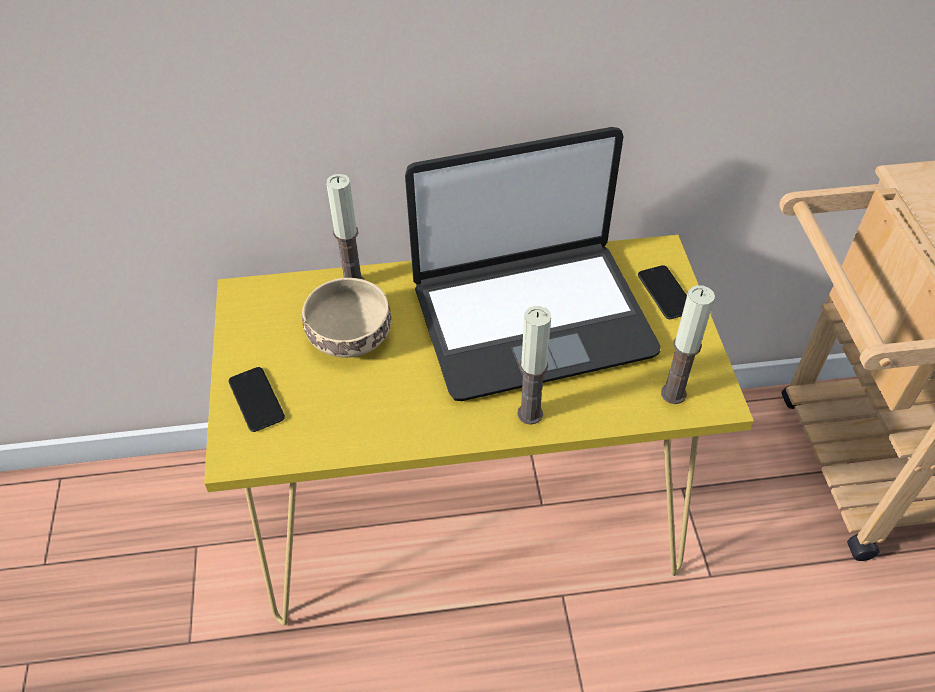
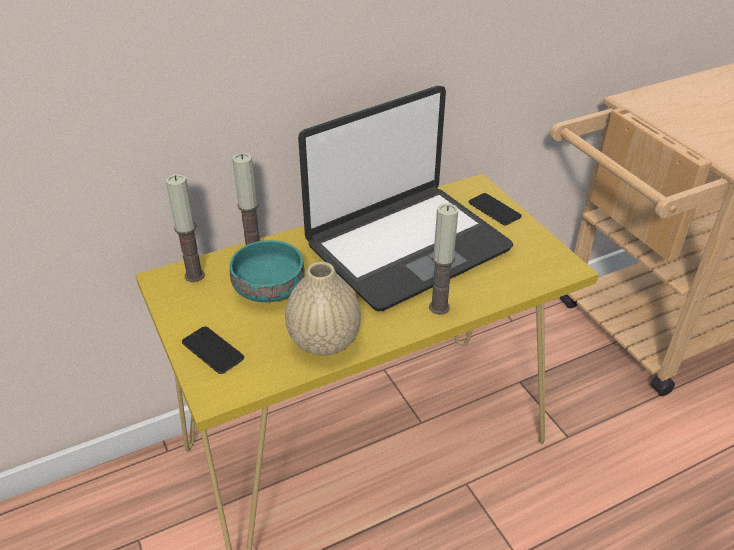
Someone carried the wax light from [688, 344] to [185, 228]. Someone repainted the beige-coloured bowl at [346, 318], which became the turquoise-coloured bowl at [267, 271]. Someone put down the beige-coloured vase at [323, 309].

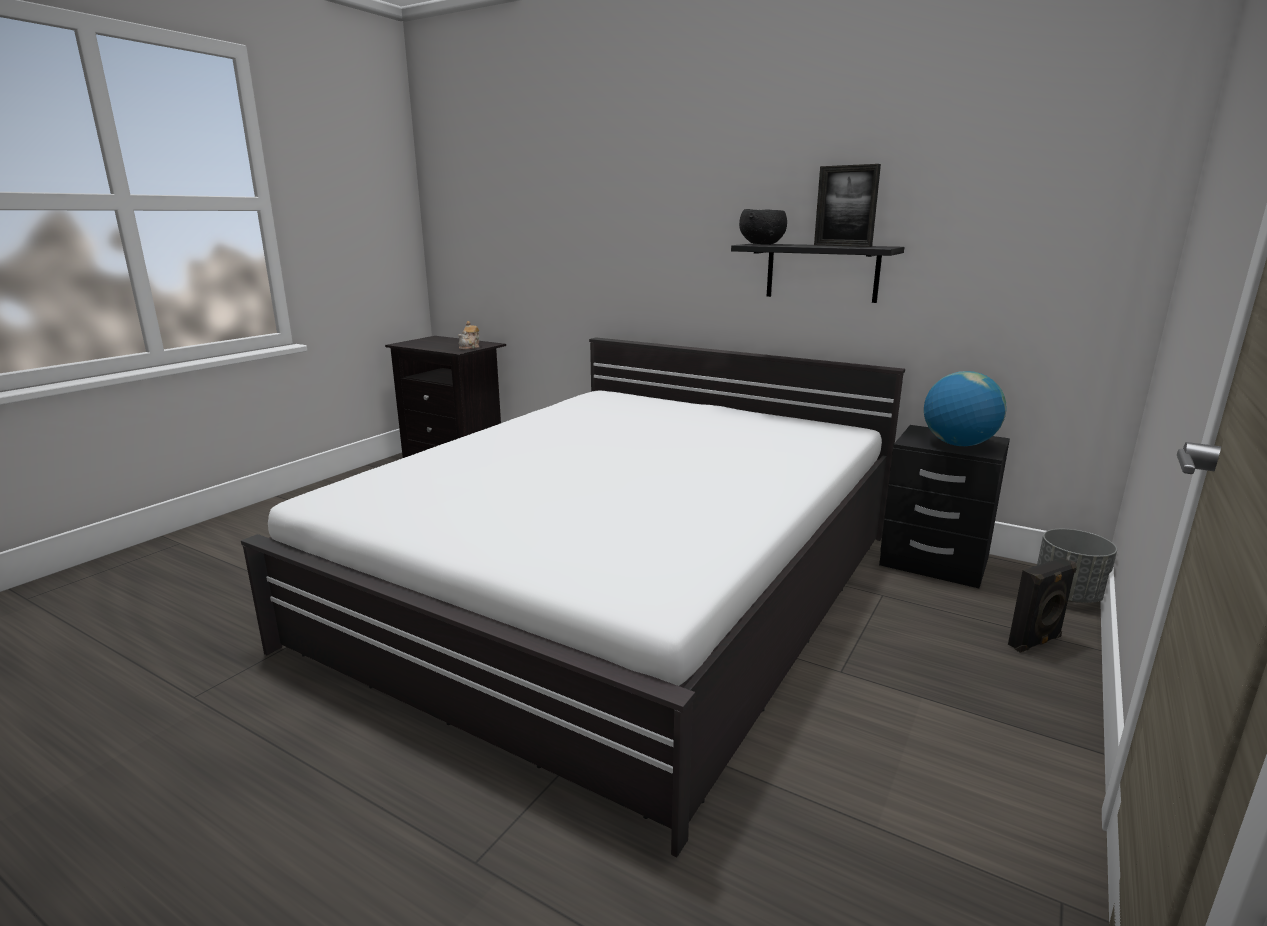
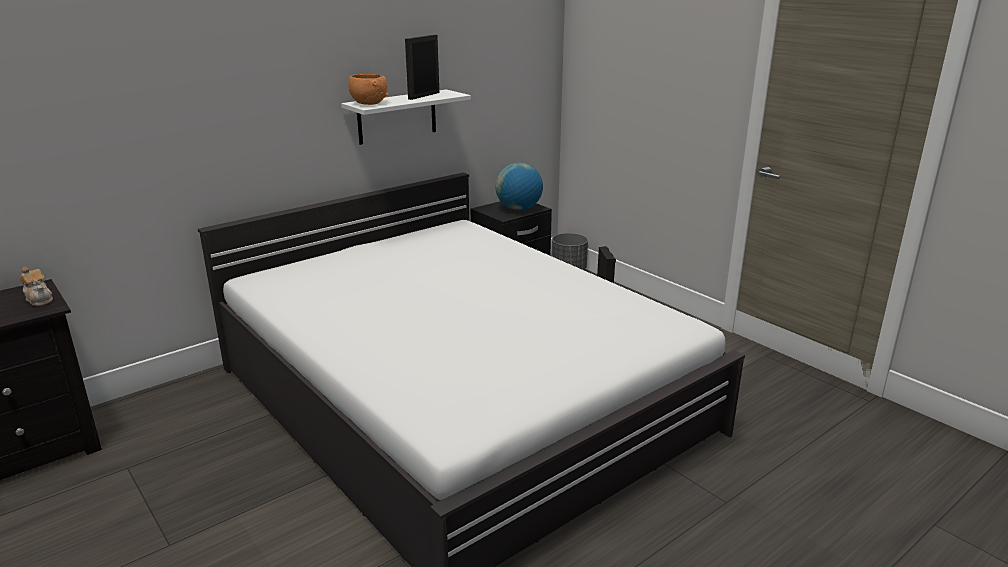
Someone repainted the black-coloured wall shelf at [817, 273], which became the white wall shelf at [406, 117]. Someone repainted the black-coloured bowl at [763, 227], which became the orange-coloured bowl at [368, 89]. Someone rotated the picture frame at [847, 205] by 150 degrees clockwise.

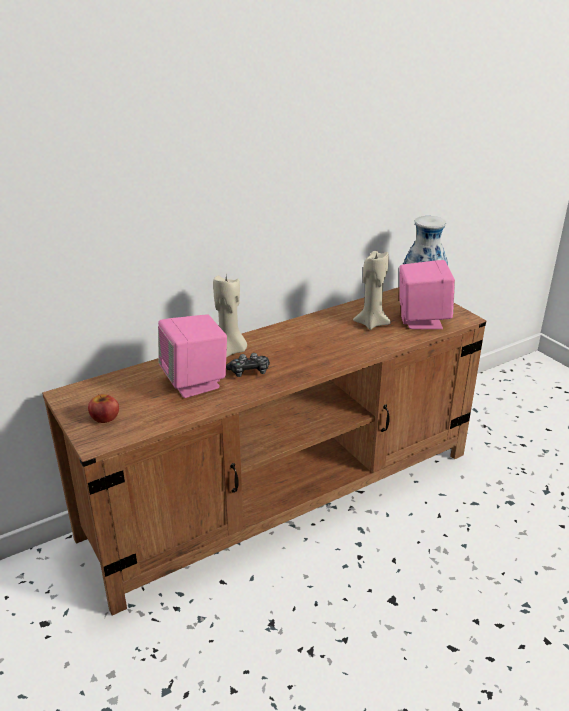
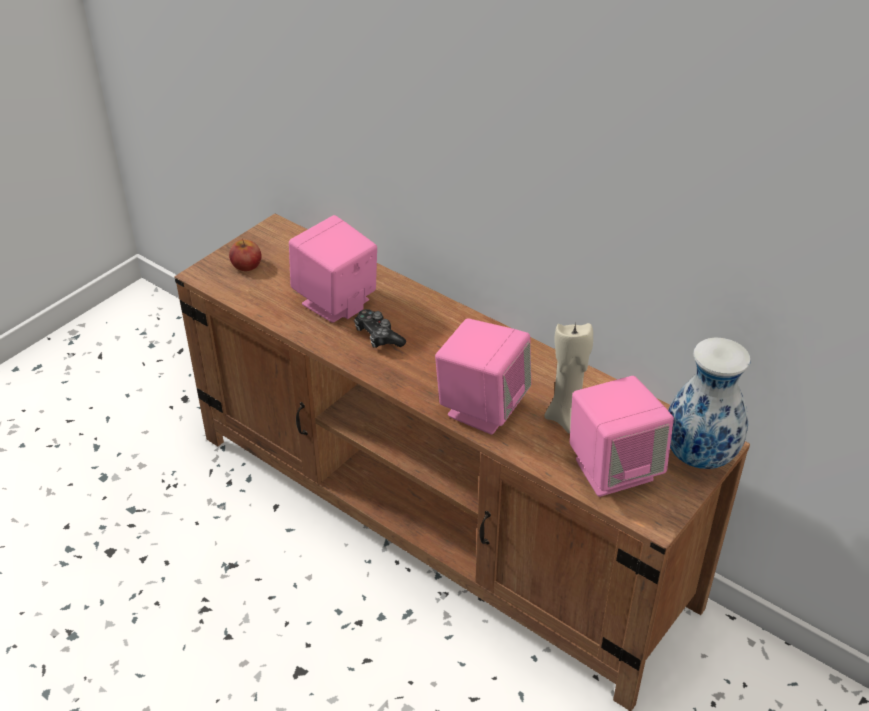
Someone put down the pinkish loudspeaker at [483, 377]. Someone took away the beige-coloured wax light at [230, 316].

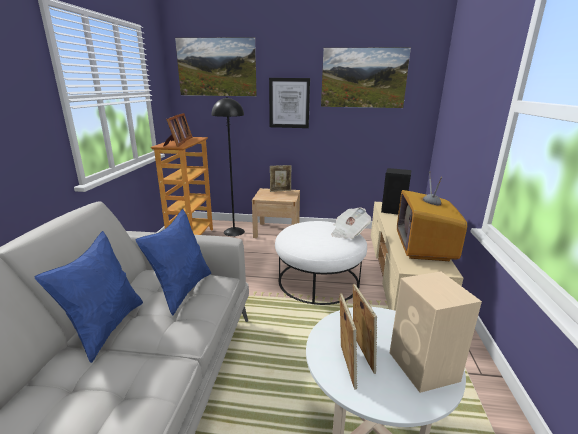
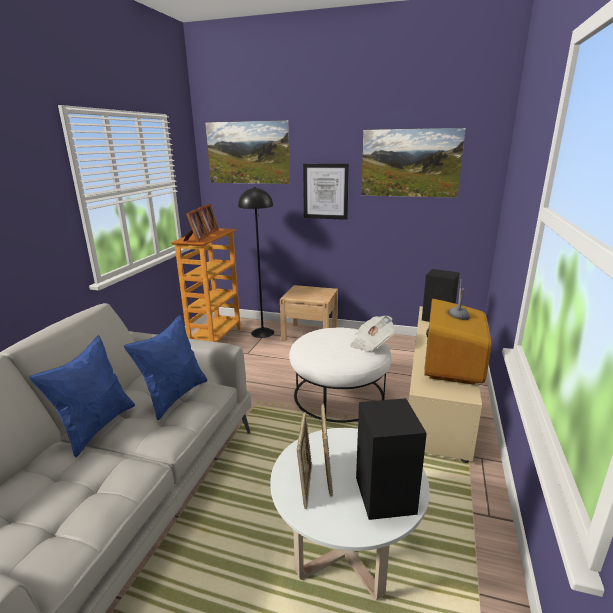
Someone repainted the beige-coloured loudspeaker at [436, 332], which became the black-coloured loudspeaker at [391, 459]. Someone took away the picture frame at [281, 178].

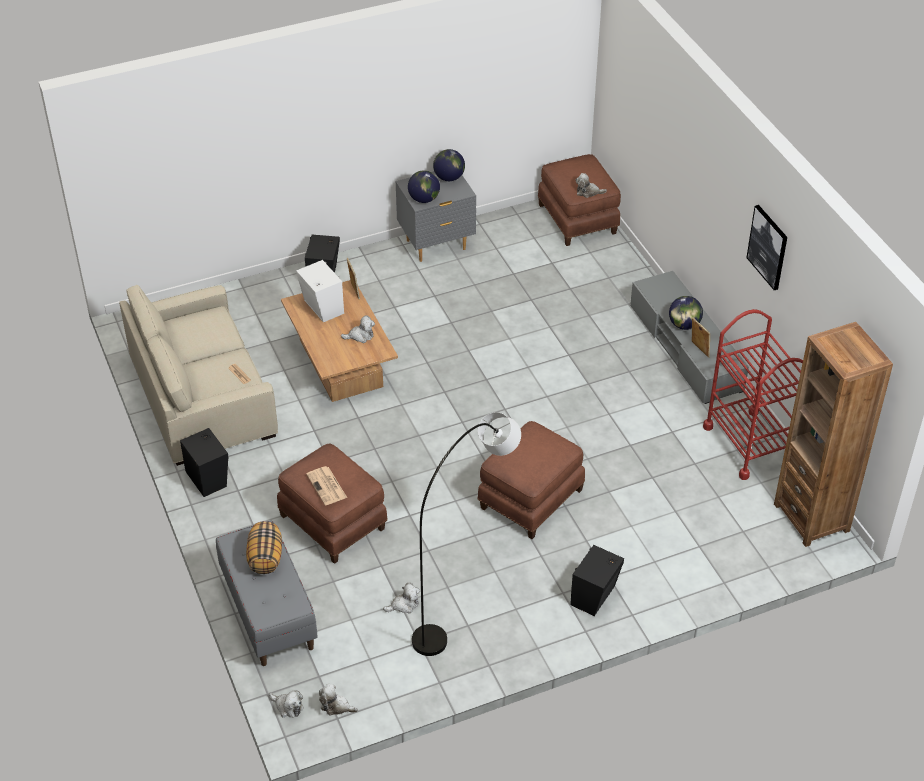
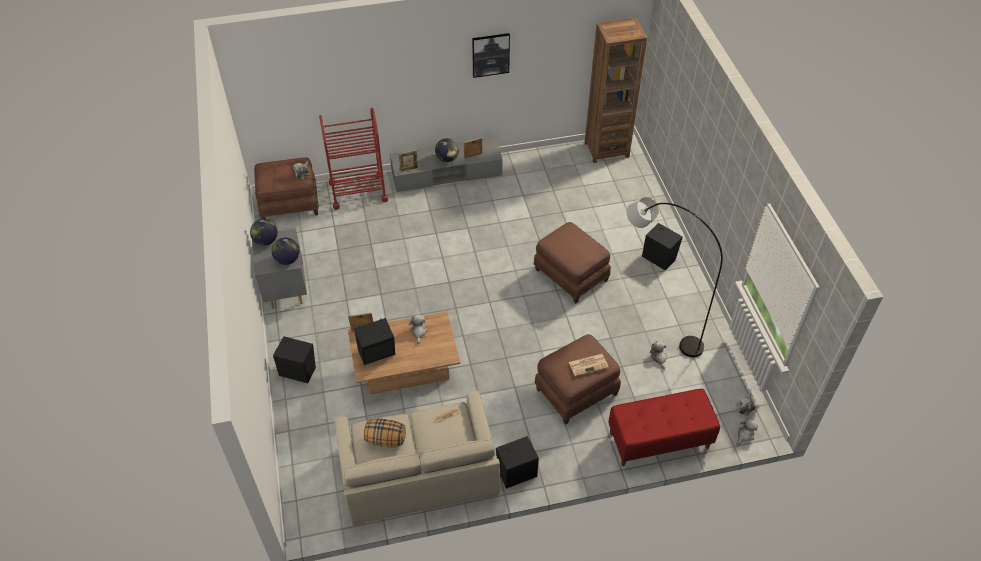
Someone carried the red-coloured cart from [753, 394] to [353, 158]. Someone repainted the white loudspeaker at [320, 291], which became the black-coloured loudspeaker at [374, 341]. Someone carried the pillow from [264, 547] to [385, 433]. Someone put down the picture frame at [408, 161]. Someone repainted the gray bench at [267, 593], which became the red-coloured bench at [664, 427].

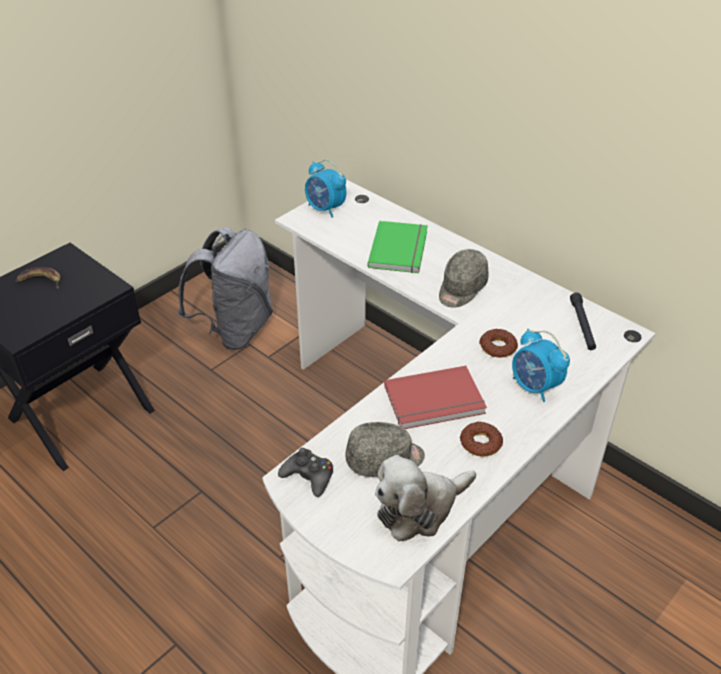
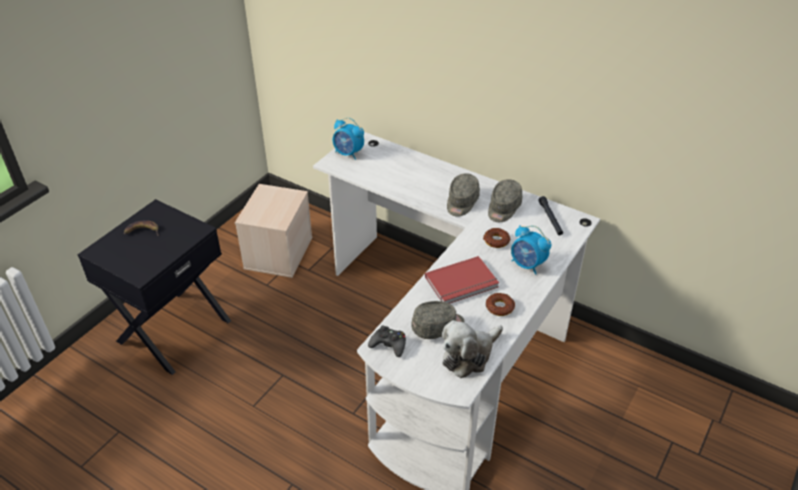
Someone swapped the gray rucksack at [225, 288] for the beige-coloured storage bin at [273, 231]. Someone put down the gray cap at [505, 200]. Someone took away the green book at [397, 247].

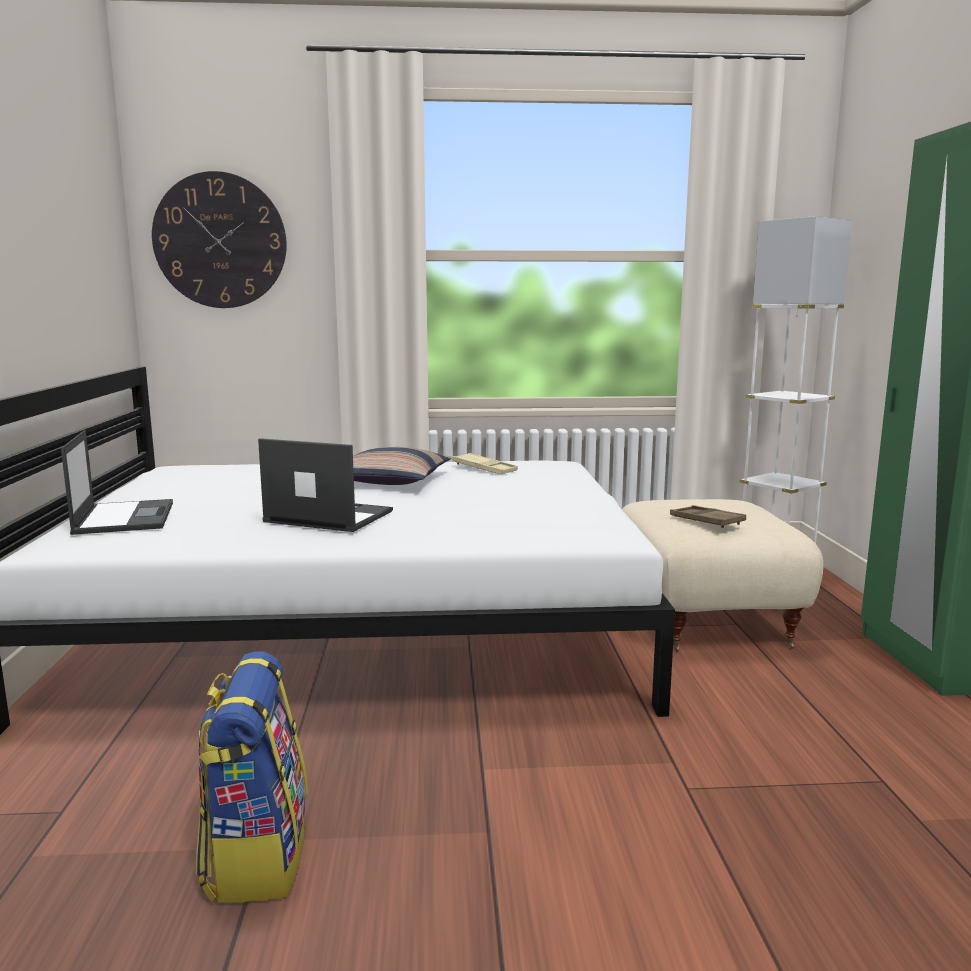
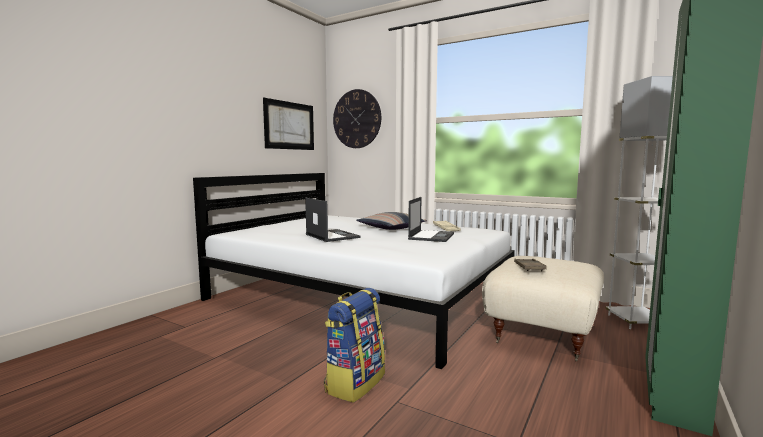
Someone put up the wall picture at [288, 124]. Someone carried the rucksack from [252, 777] to [354, 345]. Someone carried the portable computer from [117, 482] to [431, 219].

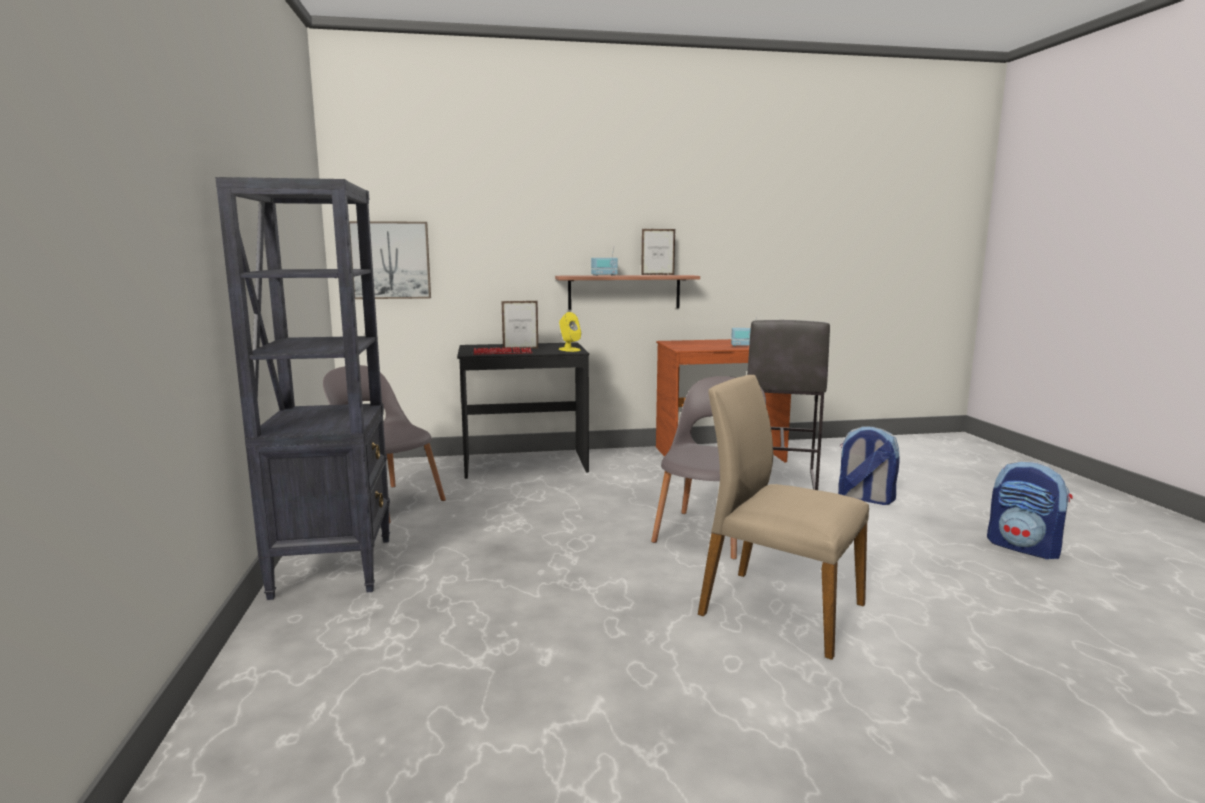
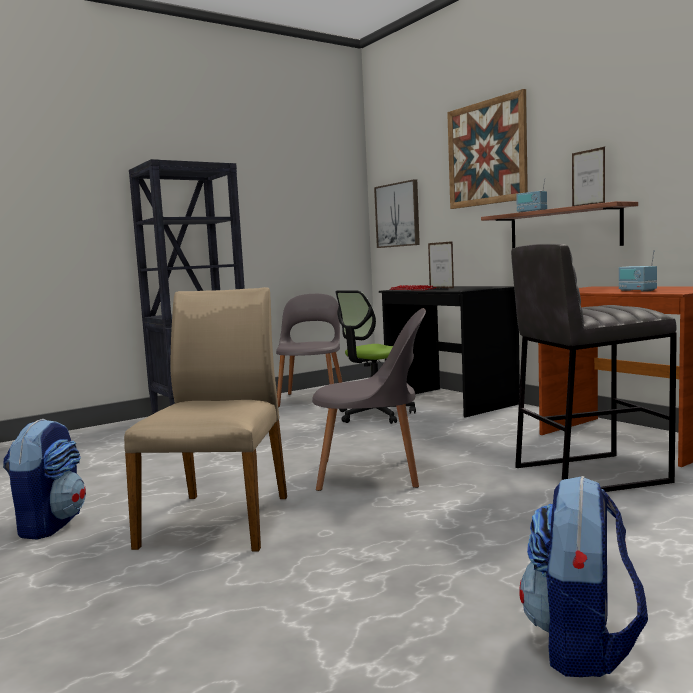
Someone carried the rucksack from [869, 466] to [44, 479]. Someone put down the desk chair at [376, 357]. Someone put up the wall picture at [487, 149]. Someone took away the yellow-coloured loudspeaker at [570, 332].

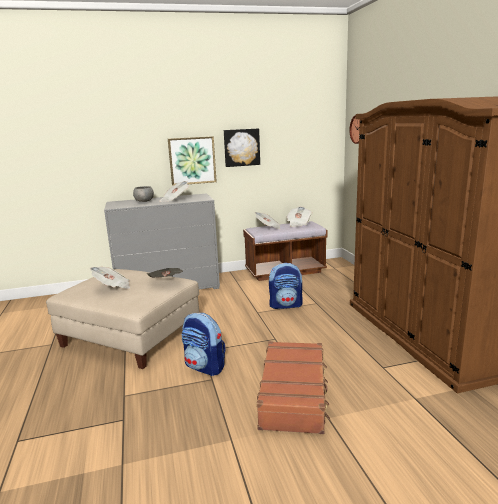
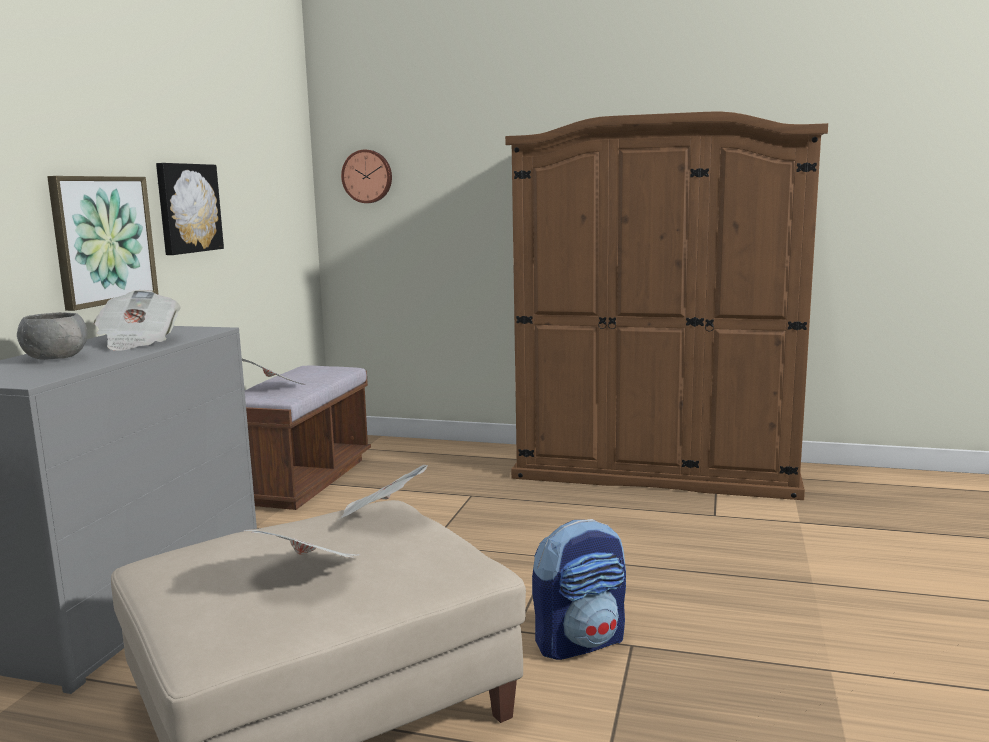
Someone took away the brown piece of luggage at [293, 387]. Someone took away the rucksack at [286, 286]. Someone took away the printed paper at [299, 216].

